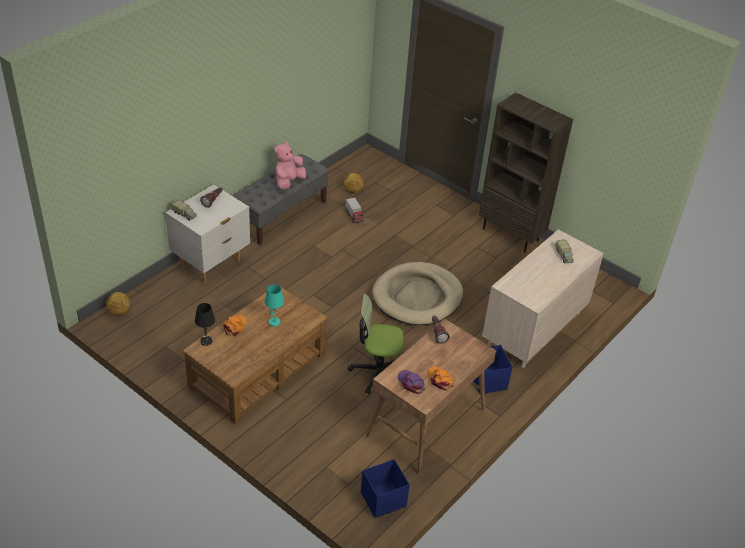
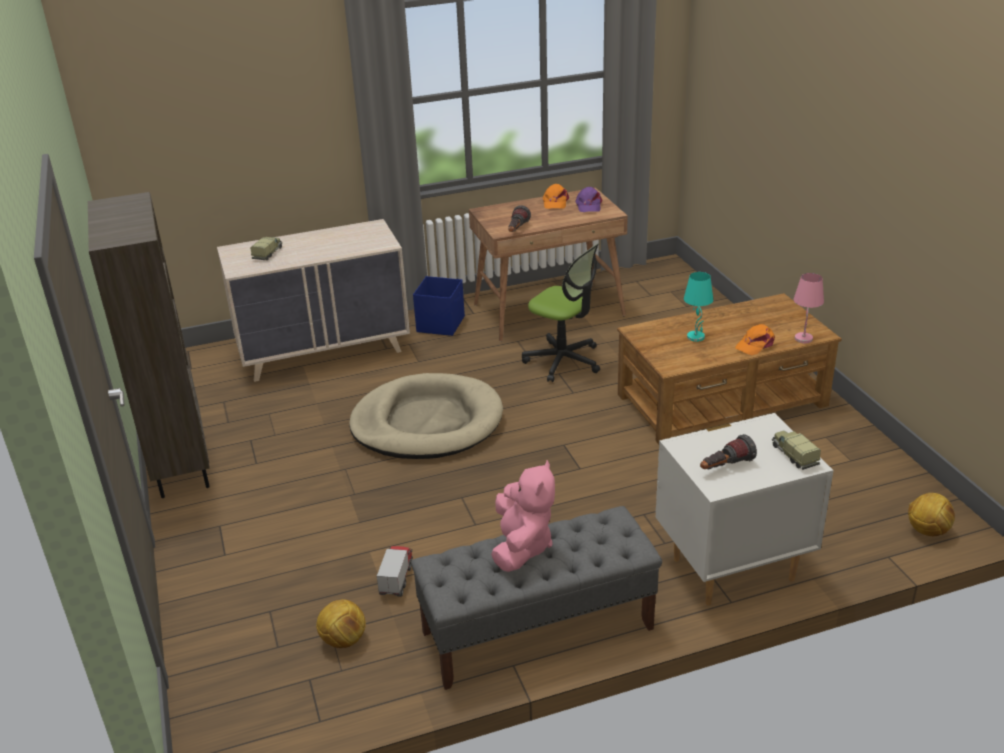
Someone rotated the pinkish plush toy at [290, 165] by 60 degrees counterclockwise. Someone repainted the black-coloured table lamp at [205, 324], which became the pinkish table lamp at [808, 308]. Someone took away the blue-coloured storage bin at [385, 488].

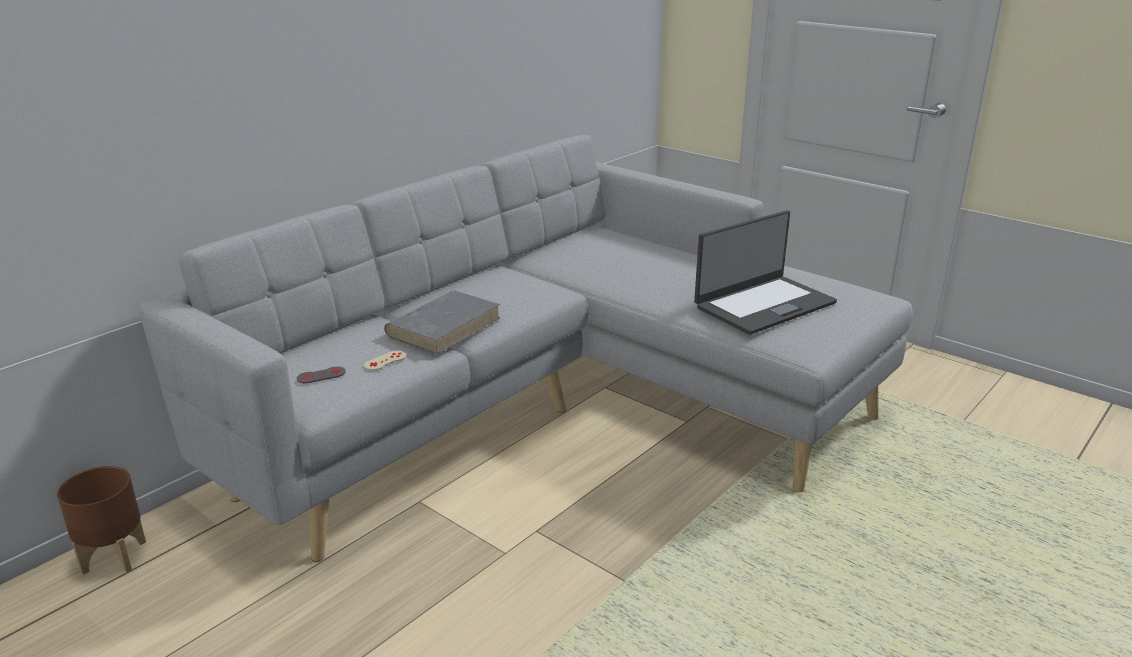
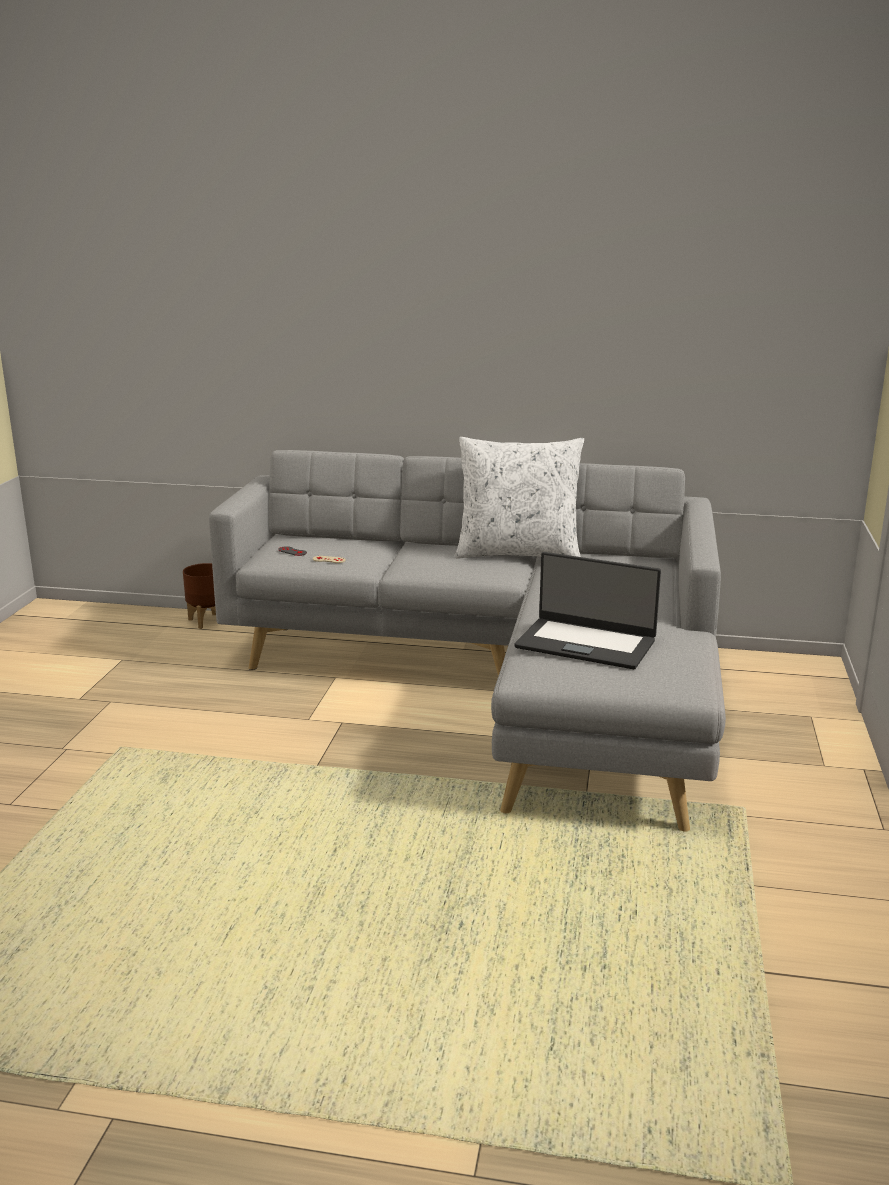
Someone put down the white pillow at [519, 498]. Someone took away the gray book at [442, 322].

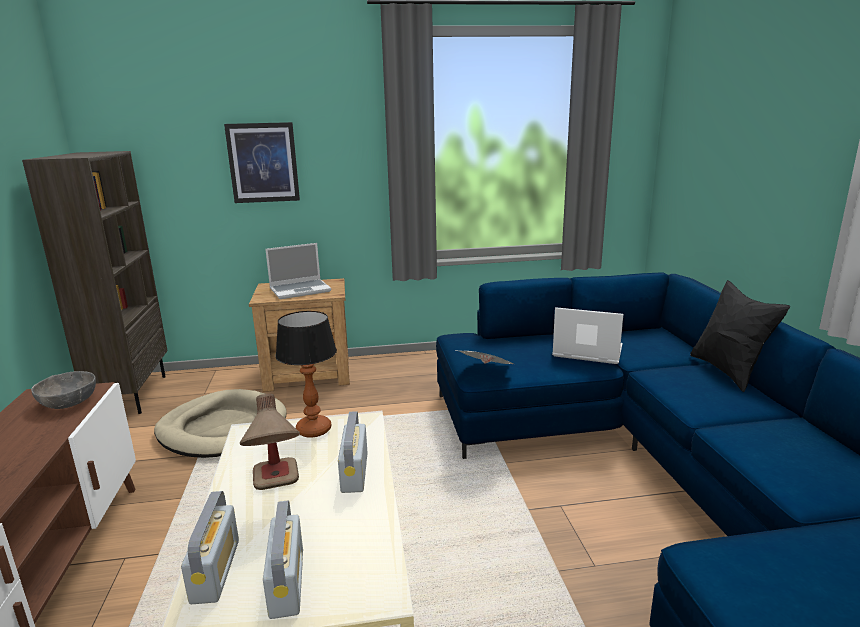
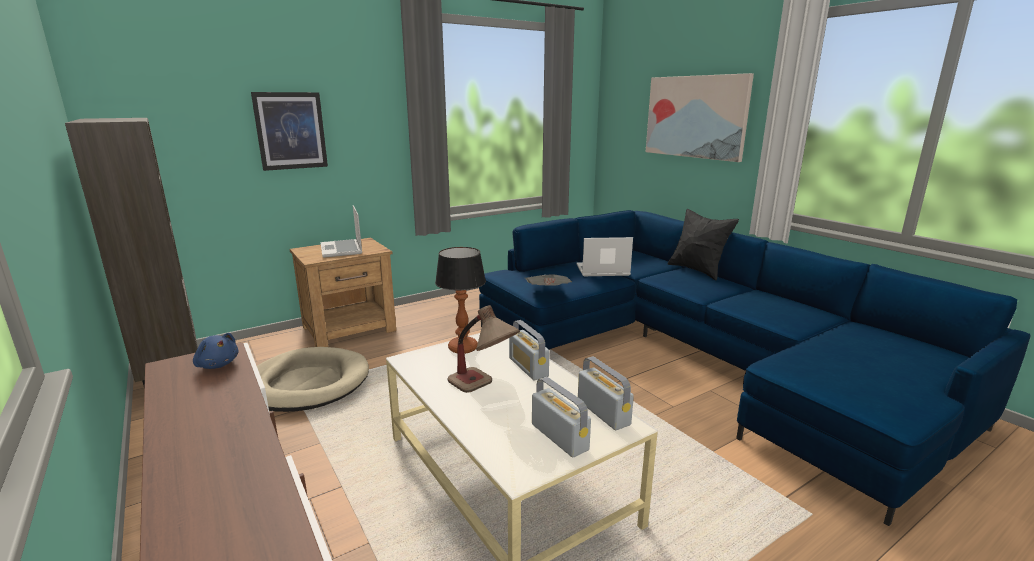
Someone swapped the gray bowl at [63, 390] for the blue-coloured plush toy at [216, 351]. Someone rotated the portable computer at [298, 271] by 120 degrees clockwise. Someone carried the radio set from [210, 547] to [606, 393]. Someone put up the wall picture at [700, 117].

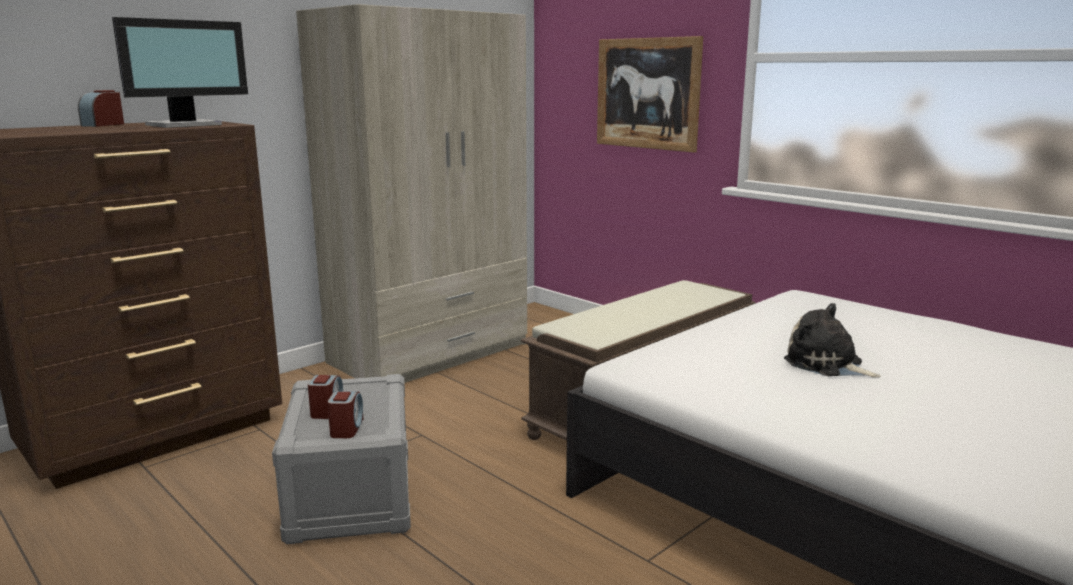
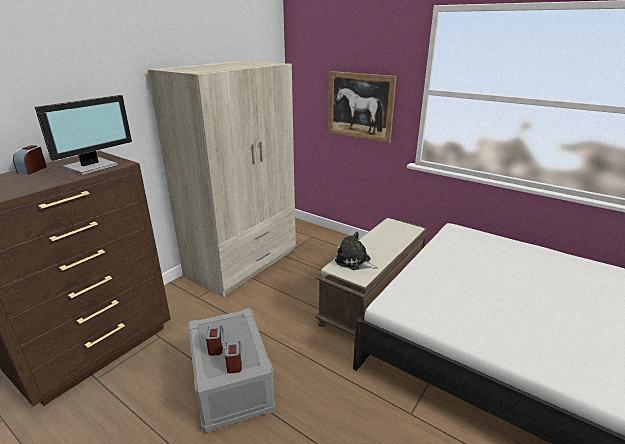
Someone carried the plush toy from [832, 340] to [356, 251].

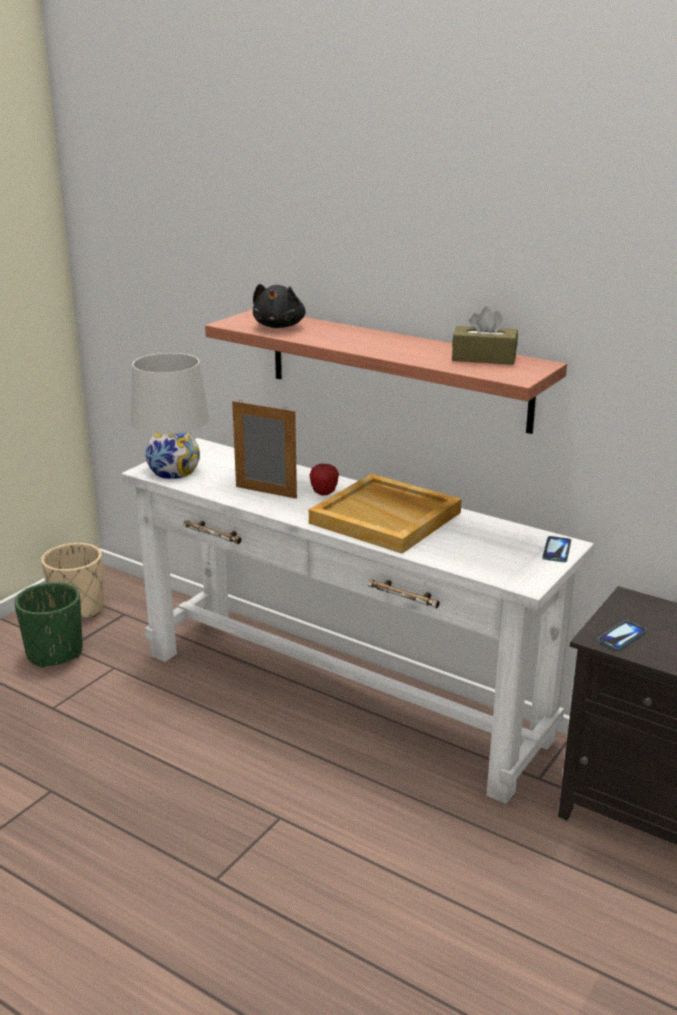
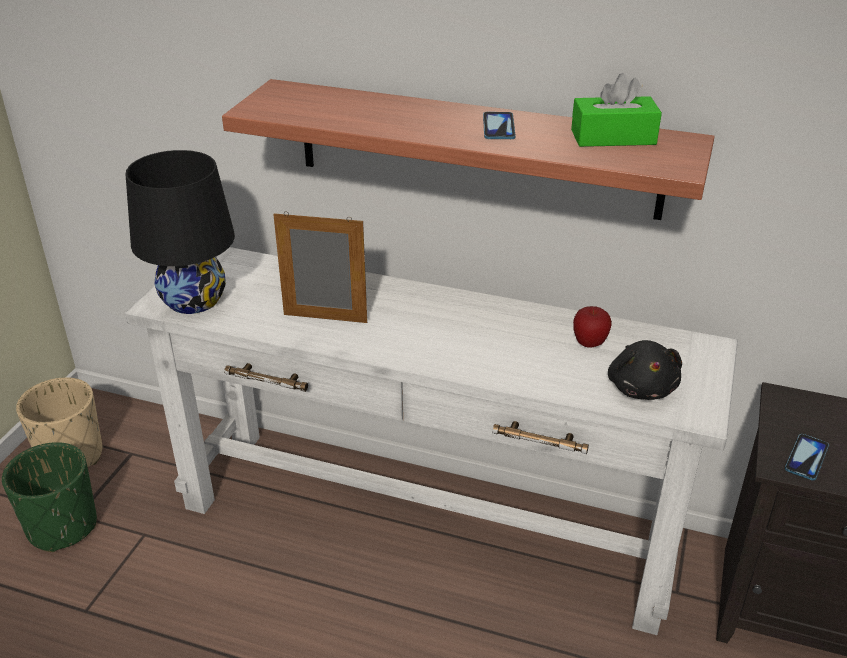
Someone repainted the white table lamp at [170, 416], which became the black-coloured table lamp at [180, 232]. Someone carried the telephone from [556, 549] to [499, 125]. Someone repainted the brown tissue holder at [485, 336], which became the green tissue holder at [616, 110]. Someone carried the apple from [324, 479] to [592, 327]. Someone carried the black-coloured plush toy from [279, 306] to [645, 370]. Someone took away the beige-coloured tray at [385, 514].

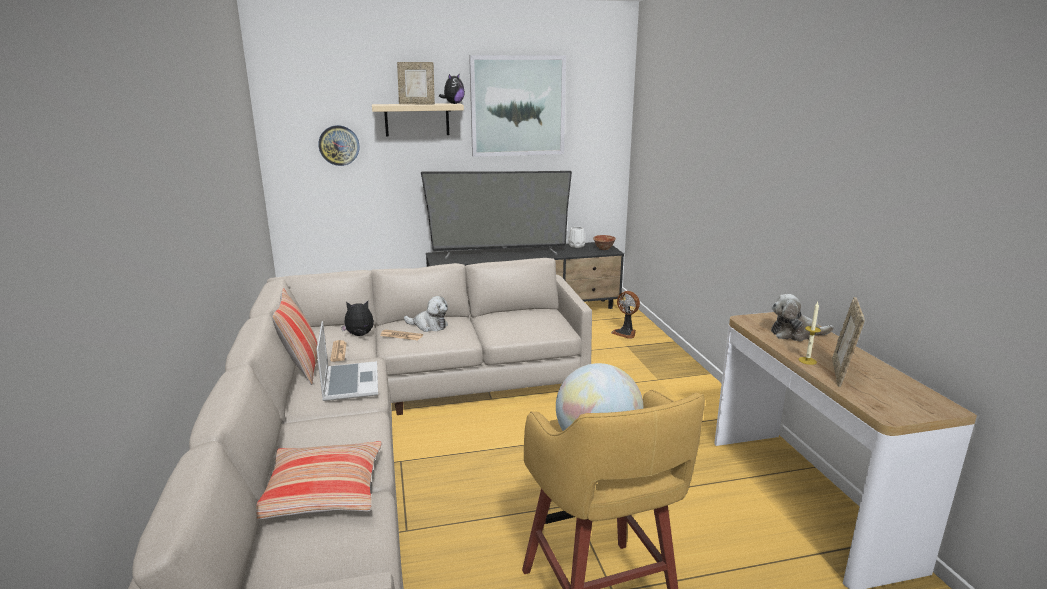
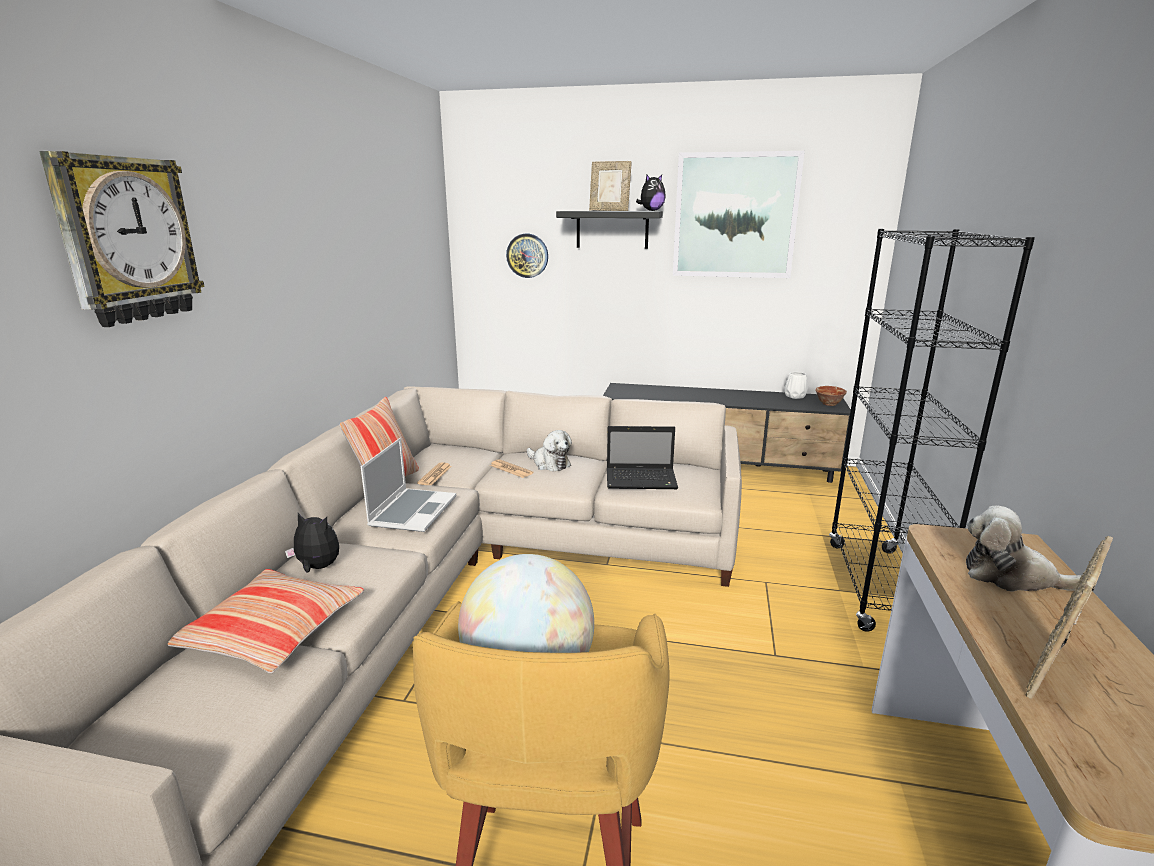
Someone put up the wall clock at [122, 239]. Someone carried the plush toy from [357, 318] to [312, 543]. Someone repainted the beige-coloured wall shelf at [418, 120], which became the black-coloured wall shelf at [609, 230]. Someone put down the portable computer at [642, 457]. Someone put down the black-coloured bookshelf at [932, 430]. Someone took away the TV at [496, 215]. Someone took away the electric fan at [625, 315]. Someone took away the wax light at [810, 333].

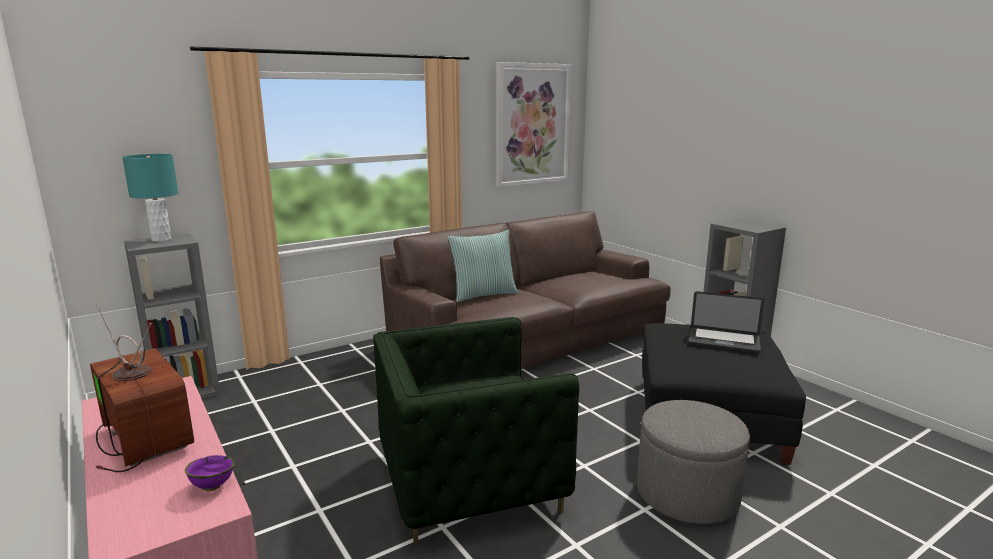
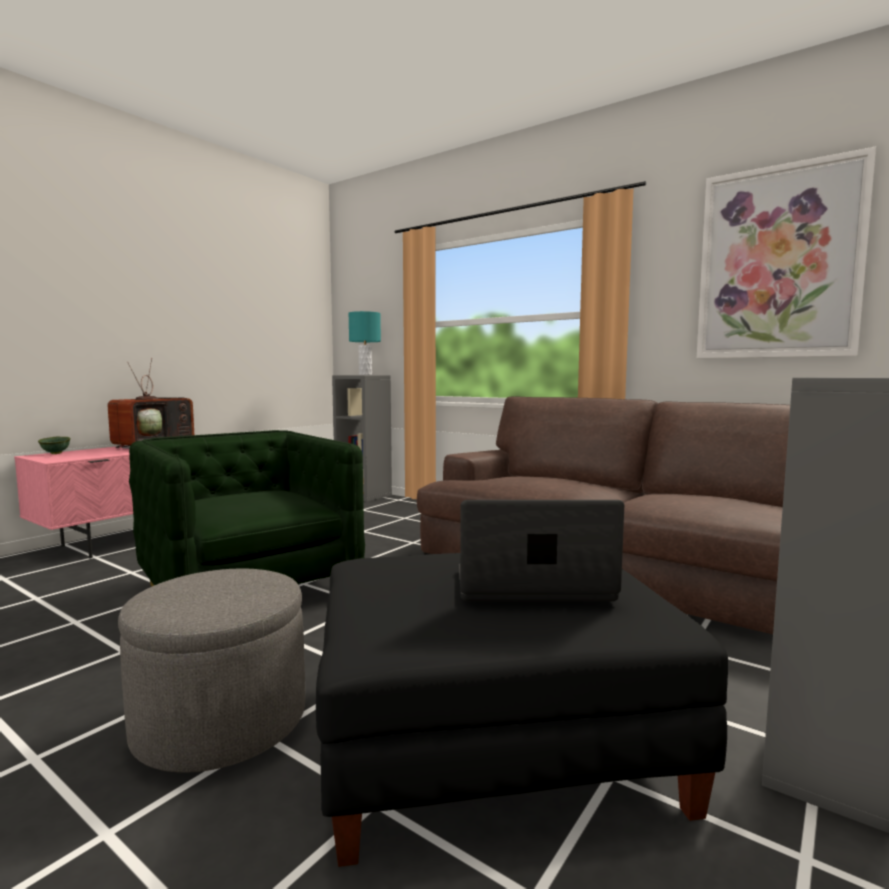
Someone put down the green bowl at [54, 445]. Someone rotated the portable computer at [726, 322] by 90 degrees clockwise. Someone took away the purplish bowl at [210, 473]. Someone took away the pillow at [483, 266].

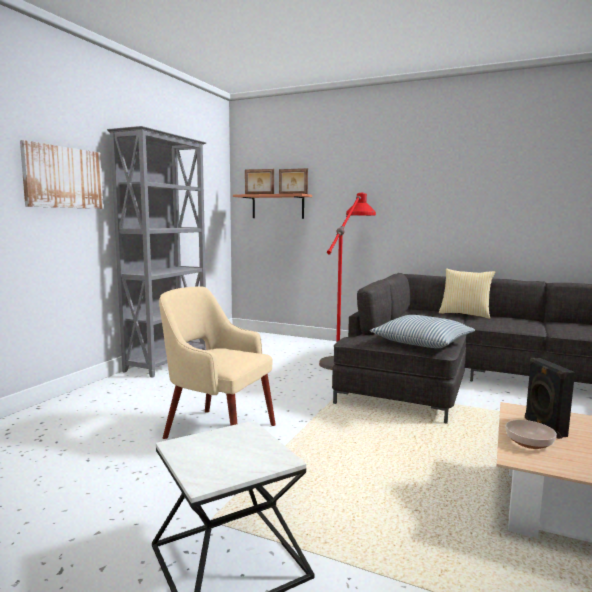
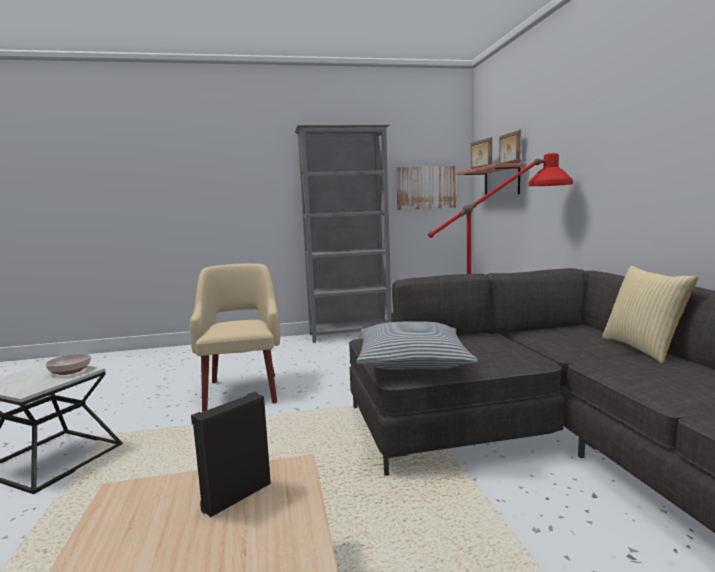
Someone carried the bowl from [531, 434] to [68, 364]. Someone carried the wall picture from [62, 174] to [426, 188].

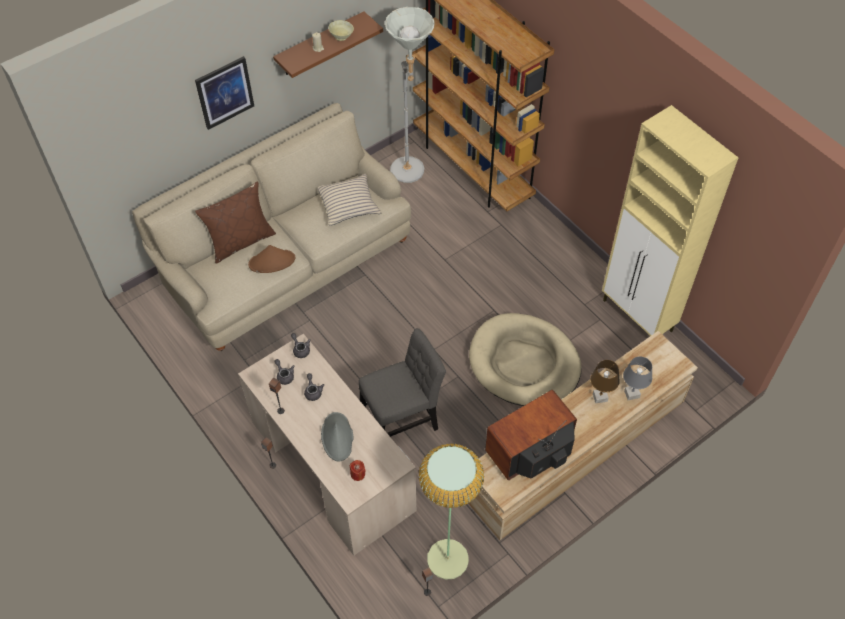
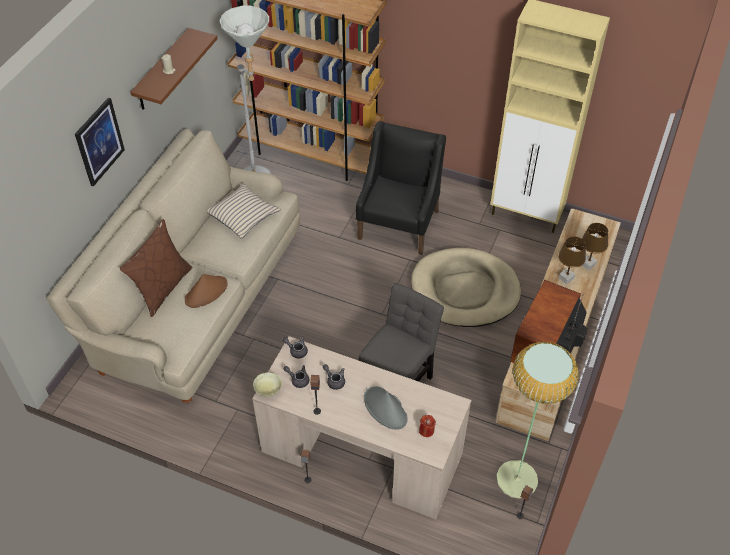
Someone carried the beige-coloured bowl from [341, 30] to [267, 384]. Someone put down the black-coloured lounge chair at [401, 188]. Someone repainted the gray table lamp at [637, 378], which became the brown table lamp at [595, 247].

